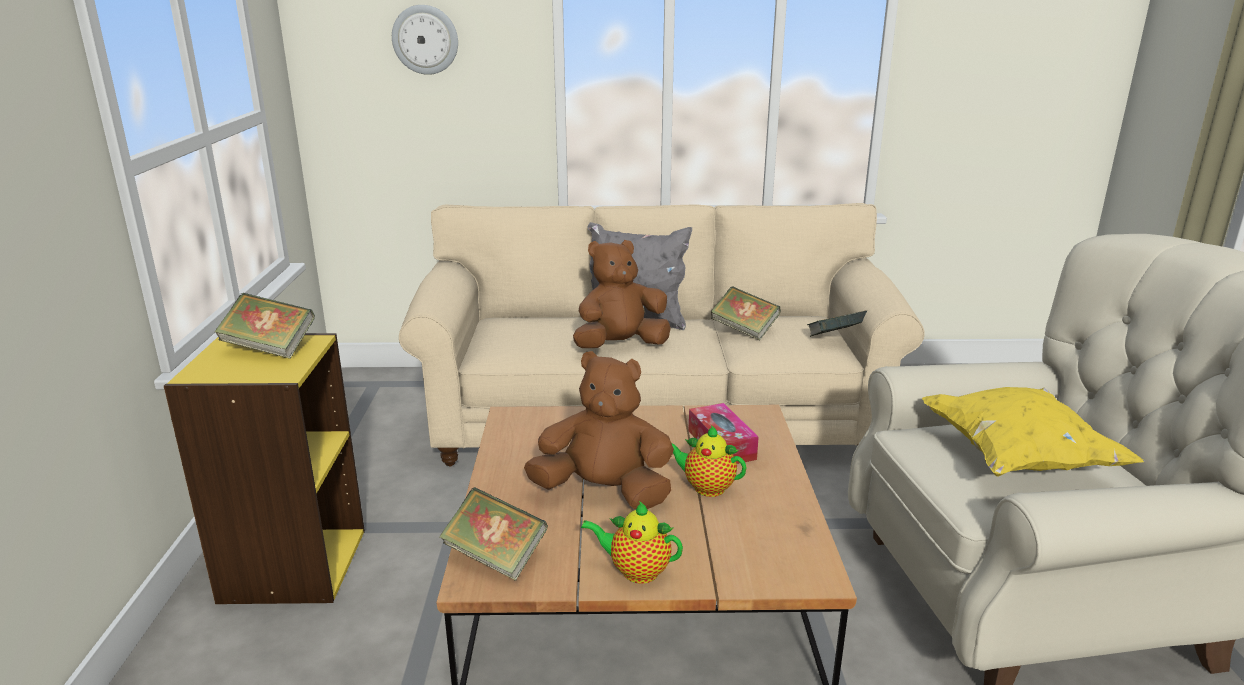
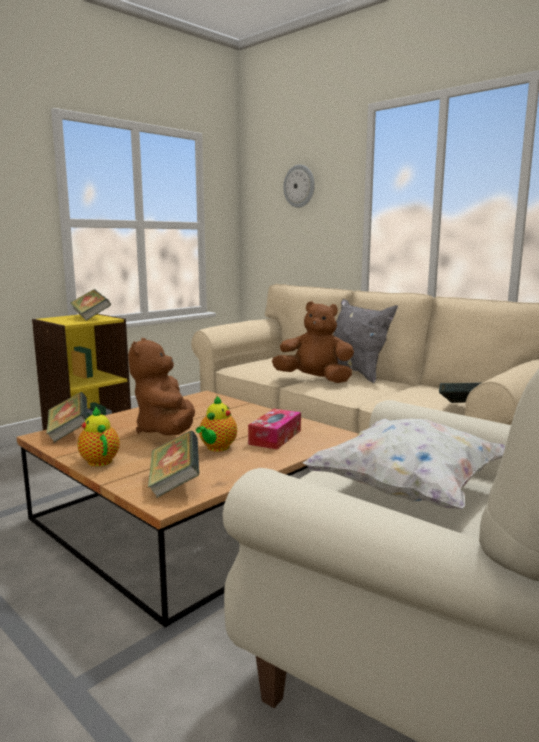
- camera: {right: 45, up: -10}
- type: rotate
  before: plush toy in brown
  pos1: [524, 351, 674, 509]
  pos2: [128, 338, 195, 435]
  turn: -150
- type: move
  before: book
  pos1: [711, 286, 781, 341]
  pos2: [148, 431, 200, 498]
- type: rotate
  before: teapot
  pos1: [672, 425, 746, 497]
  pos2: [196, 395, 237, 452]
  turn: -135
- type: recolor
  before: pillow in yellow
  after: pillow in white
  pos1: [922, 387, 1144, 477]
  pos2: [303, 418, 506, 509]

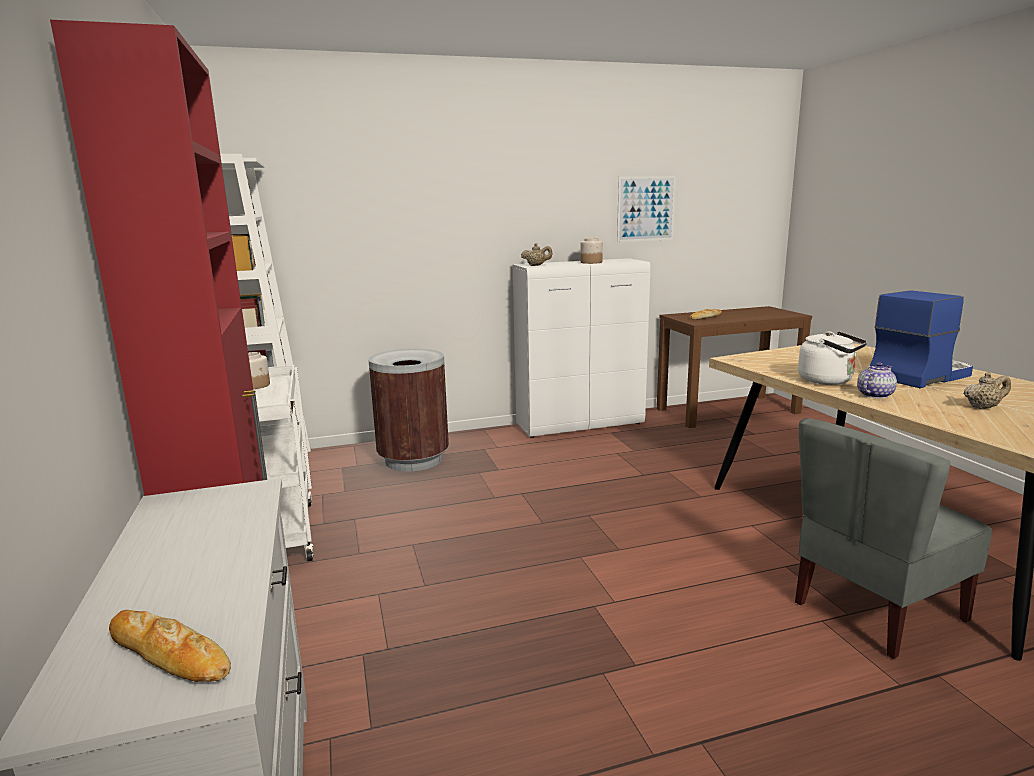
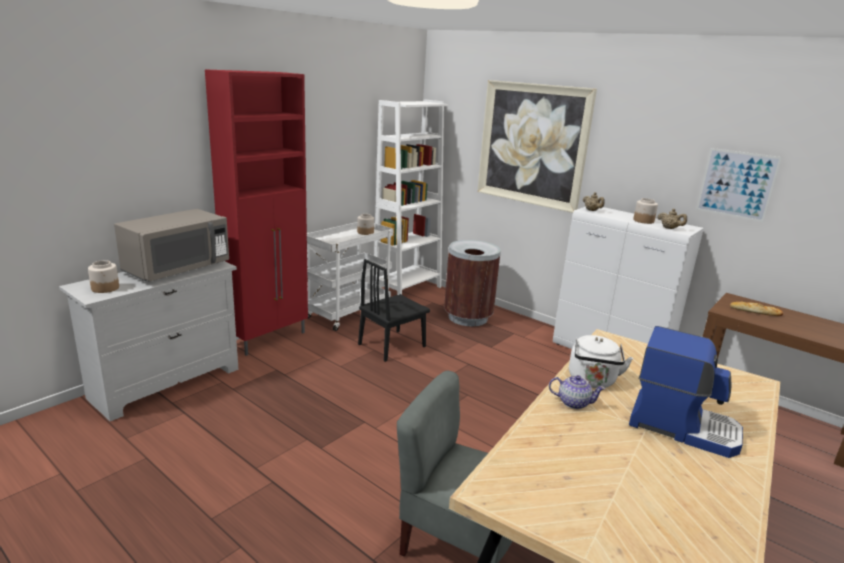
- camera: {right: 55, up: 5}
- type: replace
  before: bread
  after: jar
  pos1: [109, 610, 231, 682]
  pos2: [88, 260, 119, 293]
- type: insert
  after: microwave in grey
  pos2: [114, 209, 229, 282]
- type: insert
  after: chair in black
  pos2: [358, 259, 430, 362]
- type: insert
  after: picture
  pos2: [477, 80, 597, 213]
- type: move
  before: teapot in beige
  pos1: [964, 372, 1011, 409]
  pos2: [657, 209, 687, 229]

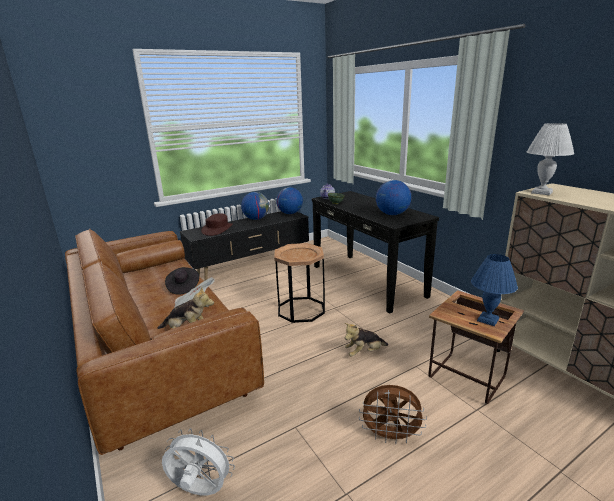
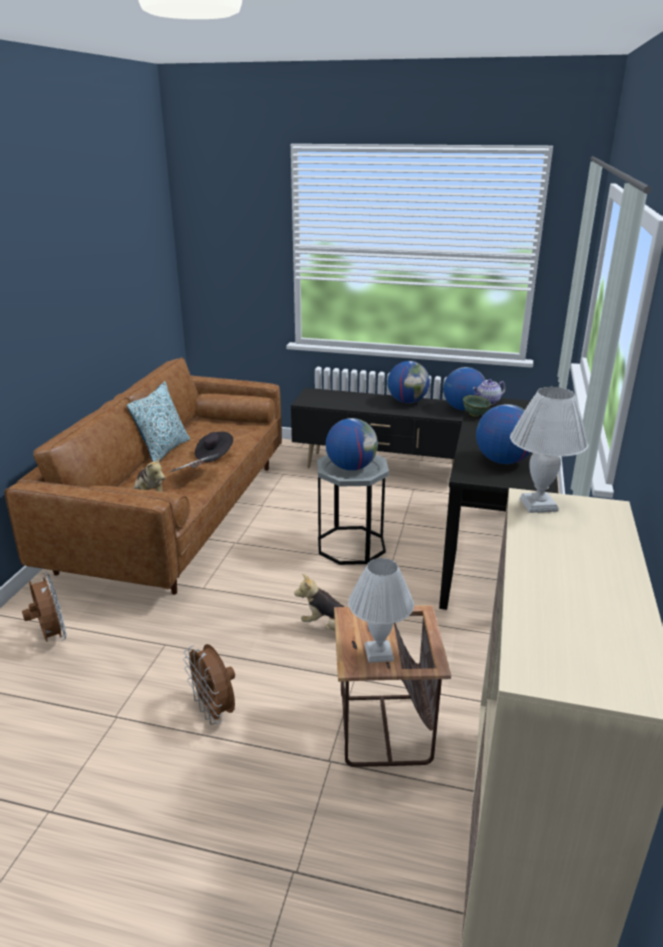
- camera: {right: 45, up: 5}
- type: recolor
  before: fan in white
  after: fan in brown
  pos1: [162, 428, 235, 495]
  pos2: [22, 572, 67, 642]
- type: insert
  after: pillow
  pos2: [127, 381, 190, 462]
- type: recolor
  before: side table in brown
  after: side table in grey
  pos1: [274, 243, 325, 323]
  pos2: [317, 455, 389, 565]
- type: insert
  after: globe
  pos2: [326, 418, 378, 471]
- type: recolor
  before: table lamp in blue
  after: table lamp in white
  pos1: [471, 254, 518, 326]
  pos2: [348, 558, 414, 663]
- type: delete
  before: hat in brown
  pos1: [201, 213, 233, 236]

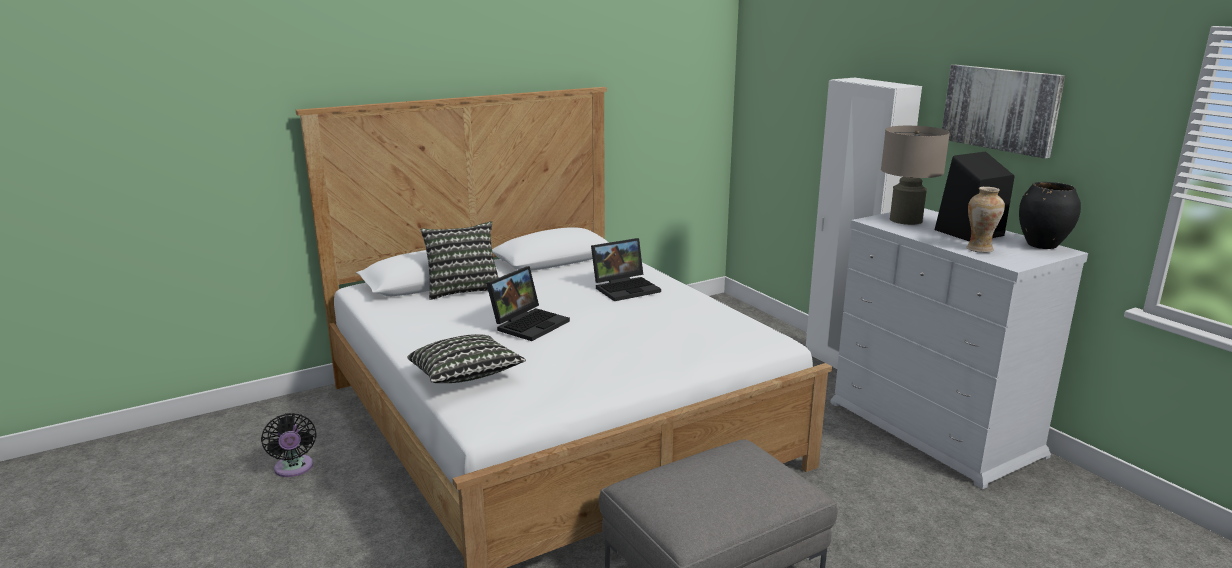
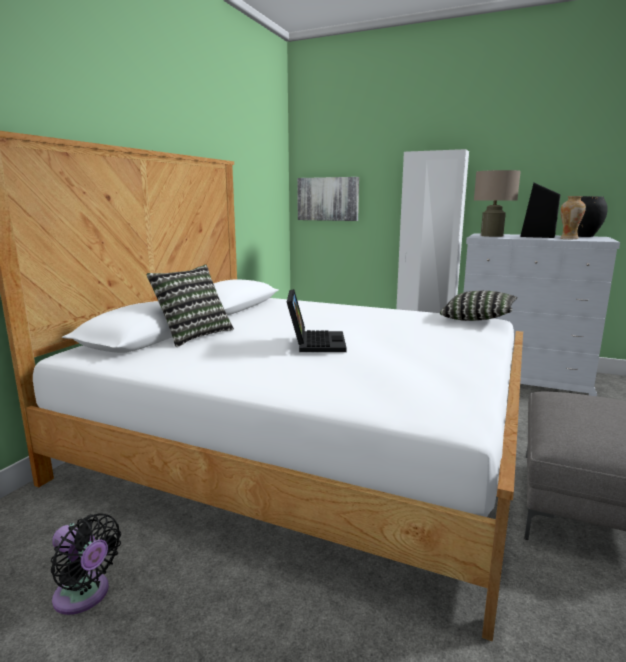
- camera: {right: -35, up: -5}
- type: move
  before: picture
  pos1: [942, 65, 1065, 159]
  pos2: [297, 177, 359, 221]
- type: move
  before: pillow
  pos1: [408, 334, 526, 383]
  pos2: [440, 291, 517, 321]
- type: delete
  before: laptop
  pos1: [591, 238, 661, 301]

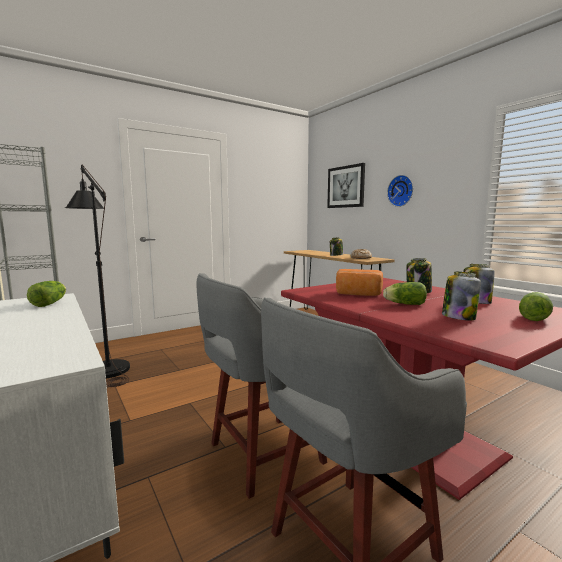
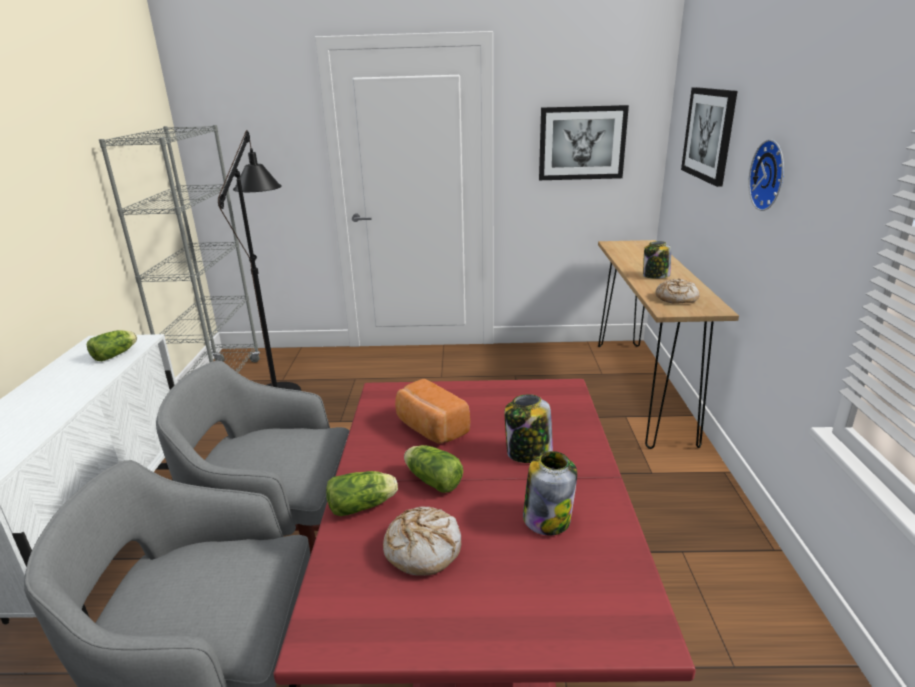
- camera: {right: 35, up: 15}
- type: move
  before: lettuce
  pos1: [519, 292, 553, 321]
  pos2: [326, 471, 398, 516]
- type: replace
  before: jar
  after: bread
  pos1: [442, 271, 481, 321]
  pos2: [383, 506, 461, 576]
- type: insert
  after: picture
  pos2: [539, 105, 629, 180]

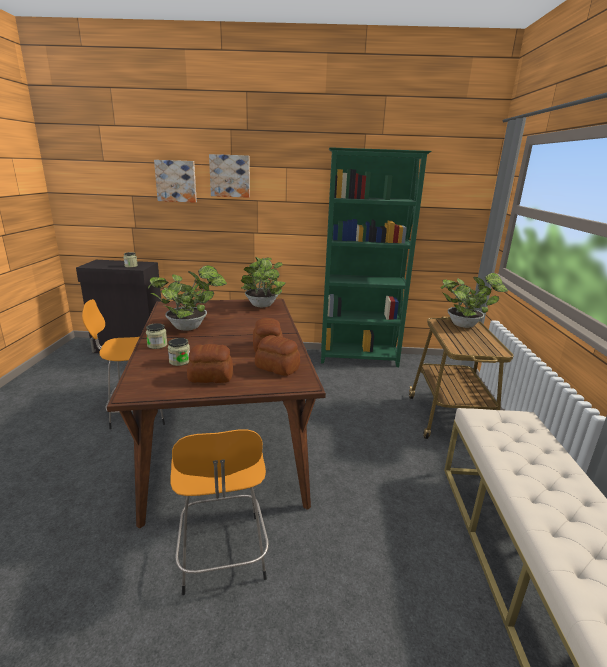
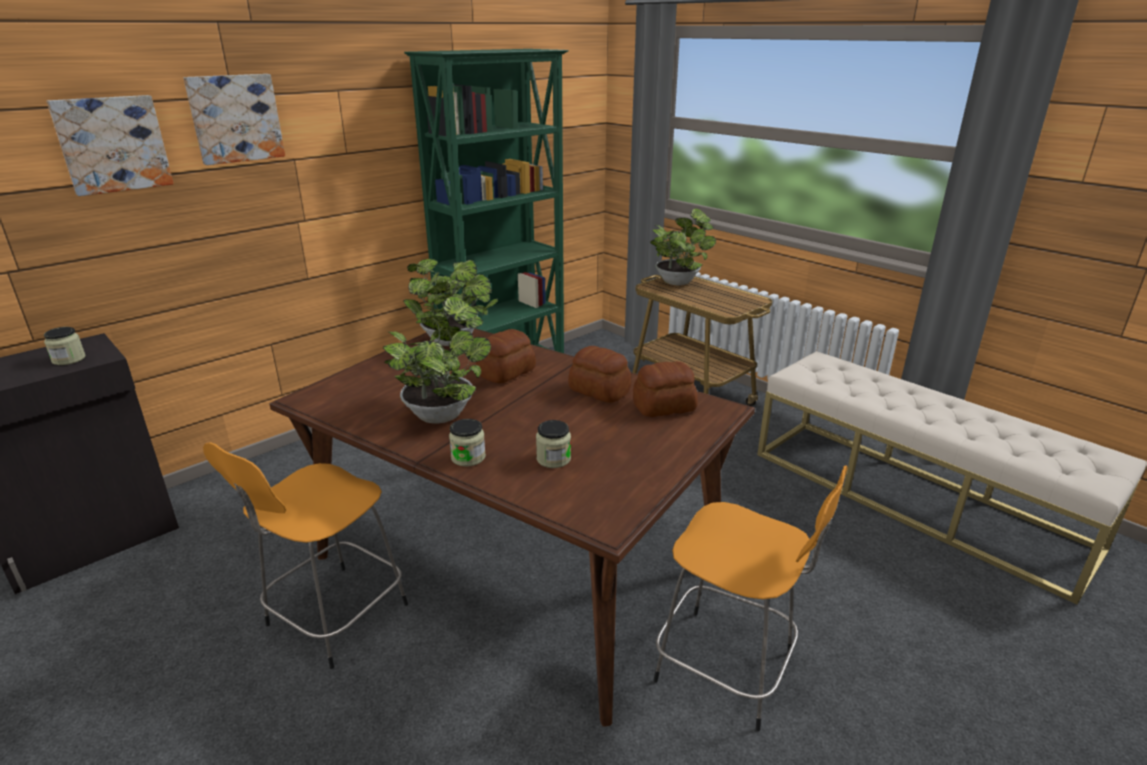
- camera: {right: -45, up: 5}
- type: move
  before: bread
  pos1: [187, 344, 233, 383]
  pos2: [476, 329, 536, 383]

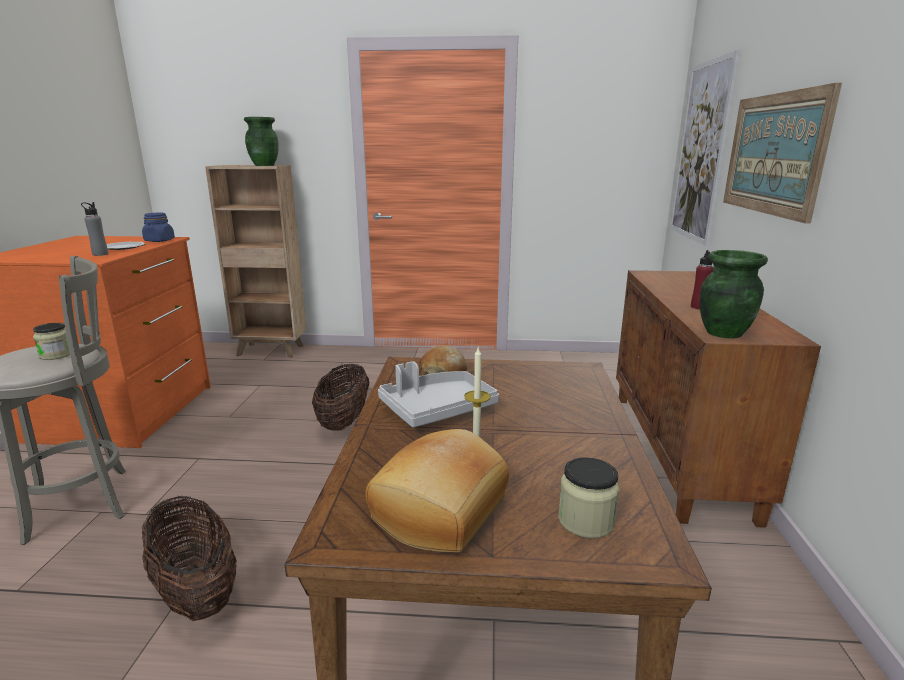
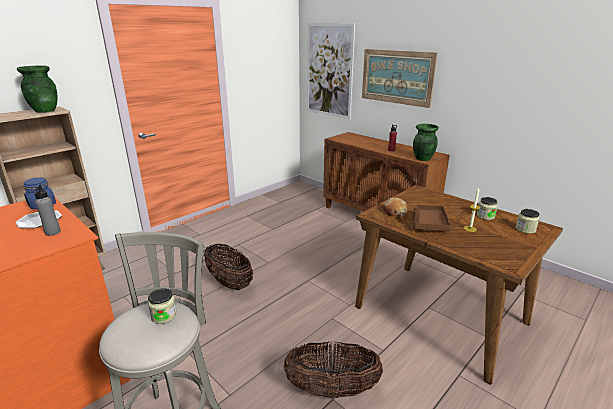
- camera: {right: -50, up: 5}
- type: recolor
  before: tray in grey
  after: tray in brown
  pos1: [378, 361, 499, 428]
  pos2: [412, 205, 451, 231]
- type: insert
  after: jar
  pos2: [477, 197, 498, 220]
- type: delete
  before: bread
  pos1: [365, 429, 509, 553]

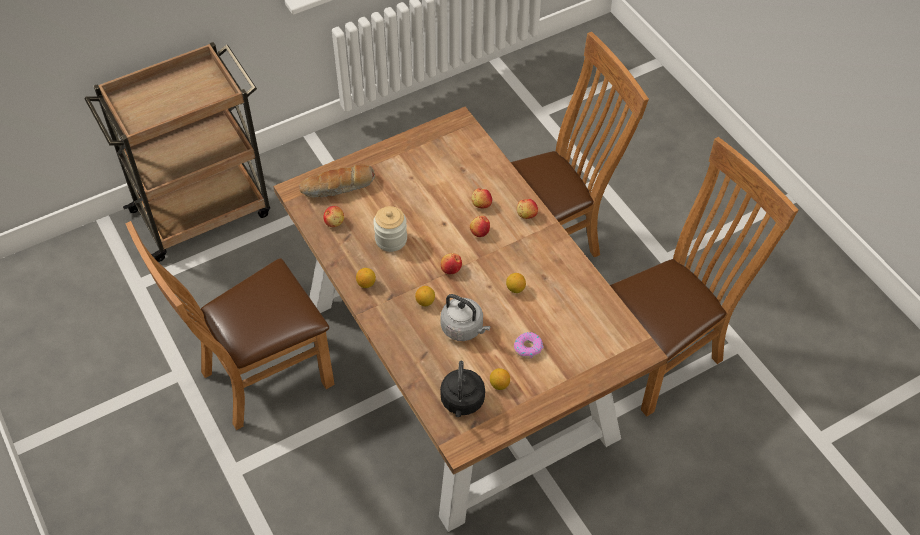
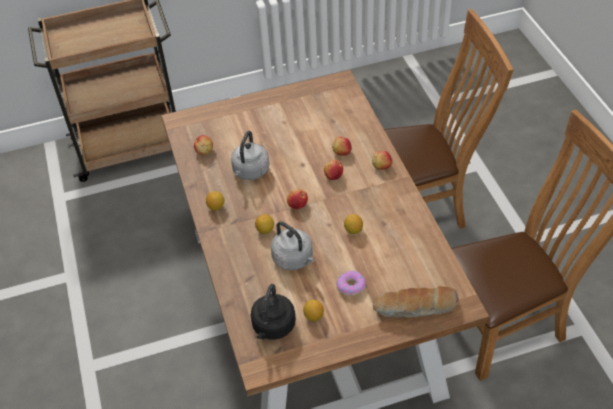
- camera: {right: 15, up: -5}
- type: replace
  before: jar
  after: kettle in grey
  pos1: [373, 206, 407, 252]
  pos2: [231, 131, 270, 180]
- type: move
  before: bread
  pos1: [299, 165, 375, 198]
  pos2: [373, 286, 459, 318]
- type: delete
  before: chair in brown
  pos1: [125, 221, 335, 430]

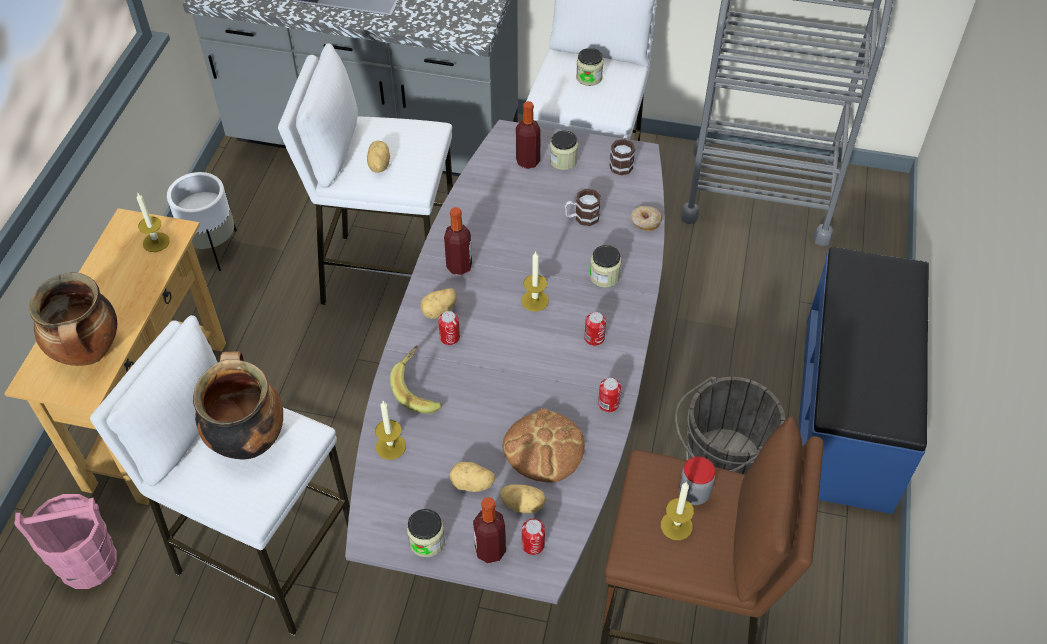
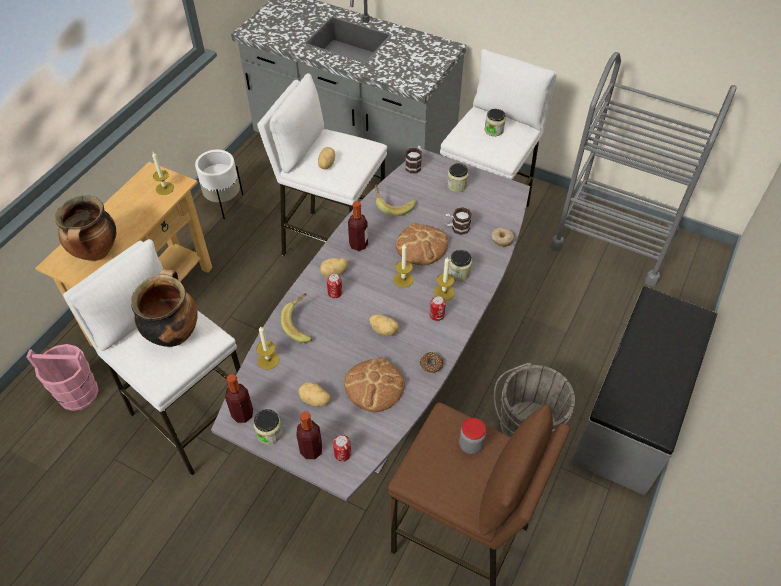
- camera: {right: 15, up: 0}
- type: move
  before: bottle
  pos1: [516, 101, 541, 169]
  pos2: [225, 374, 253, 423]
- type: move
  before: potato
  pos1: [500, 485, 546, 513]
  pos2: [369, 314, 399, 336]
- type: insert
  after: banana
  pos2: [375, 185, 416, 216]
- type: insert
  after: bread
  pos2: [396, 223, 448, 266]
- type: move
  before: mug
  pos1: [609, 135, 635, 175]
  pos2: [405, 146, 422, 173]
- type: replace
  before: can
  after: donut
  pos1: [598, 378, 621, 412]
  pos2: [420, 352, 443, 373]
- type: move
  before: candle
  pos1: [661, 482, 694, 540]
  pos2: [434, 256, 454, 301]
- type: recolor
  before: bench in blue
  after: bench in grey
  pos1: [798, 247, 929, 514]
  pos2: [571, 287, 717, 496]

